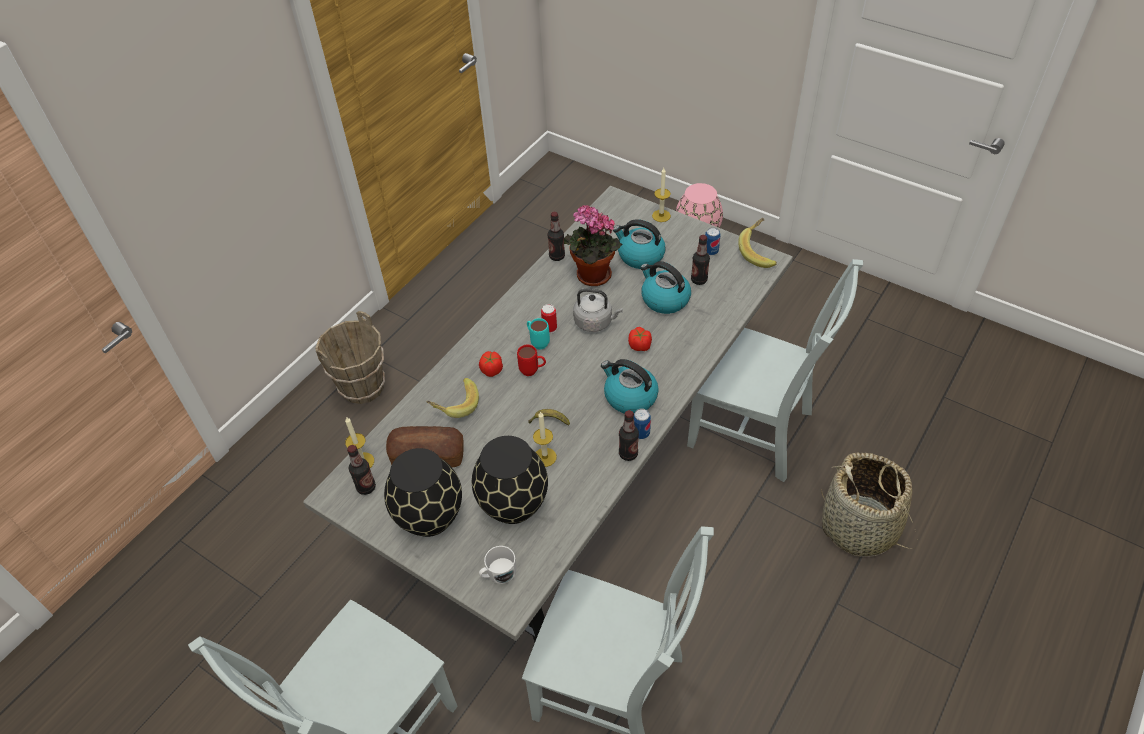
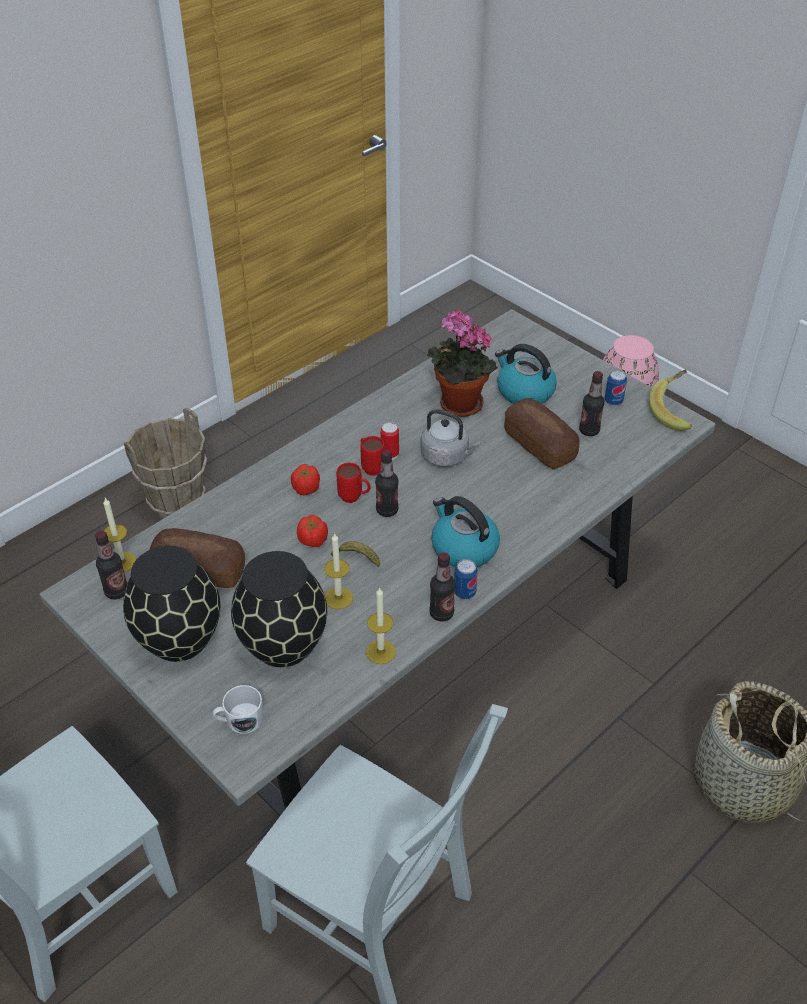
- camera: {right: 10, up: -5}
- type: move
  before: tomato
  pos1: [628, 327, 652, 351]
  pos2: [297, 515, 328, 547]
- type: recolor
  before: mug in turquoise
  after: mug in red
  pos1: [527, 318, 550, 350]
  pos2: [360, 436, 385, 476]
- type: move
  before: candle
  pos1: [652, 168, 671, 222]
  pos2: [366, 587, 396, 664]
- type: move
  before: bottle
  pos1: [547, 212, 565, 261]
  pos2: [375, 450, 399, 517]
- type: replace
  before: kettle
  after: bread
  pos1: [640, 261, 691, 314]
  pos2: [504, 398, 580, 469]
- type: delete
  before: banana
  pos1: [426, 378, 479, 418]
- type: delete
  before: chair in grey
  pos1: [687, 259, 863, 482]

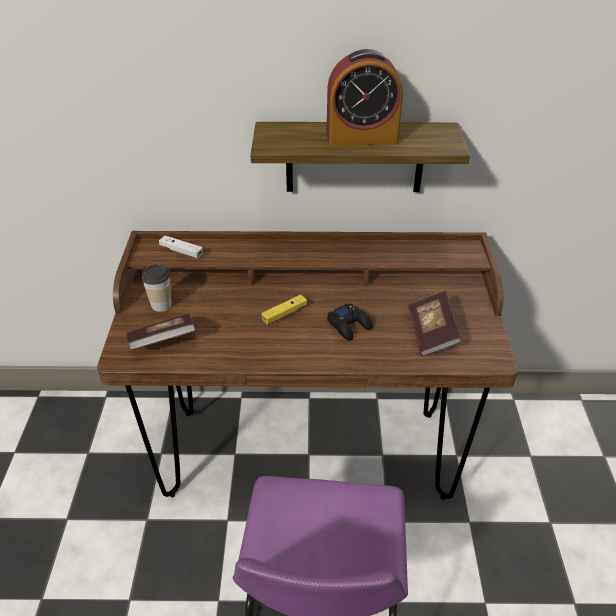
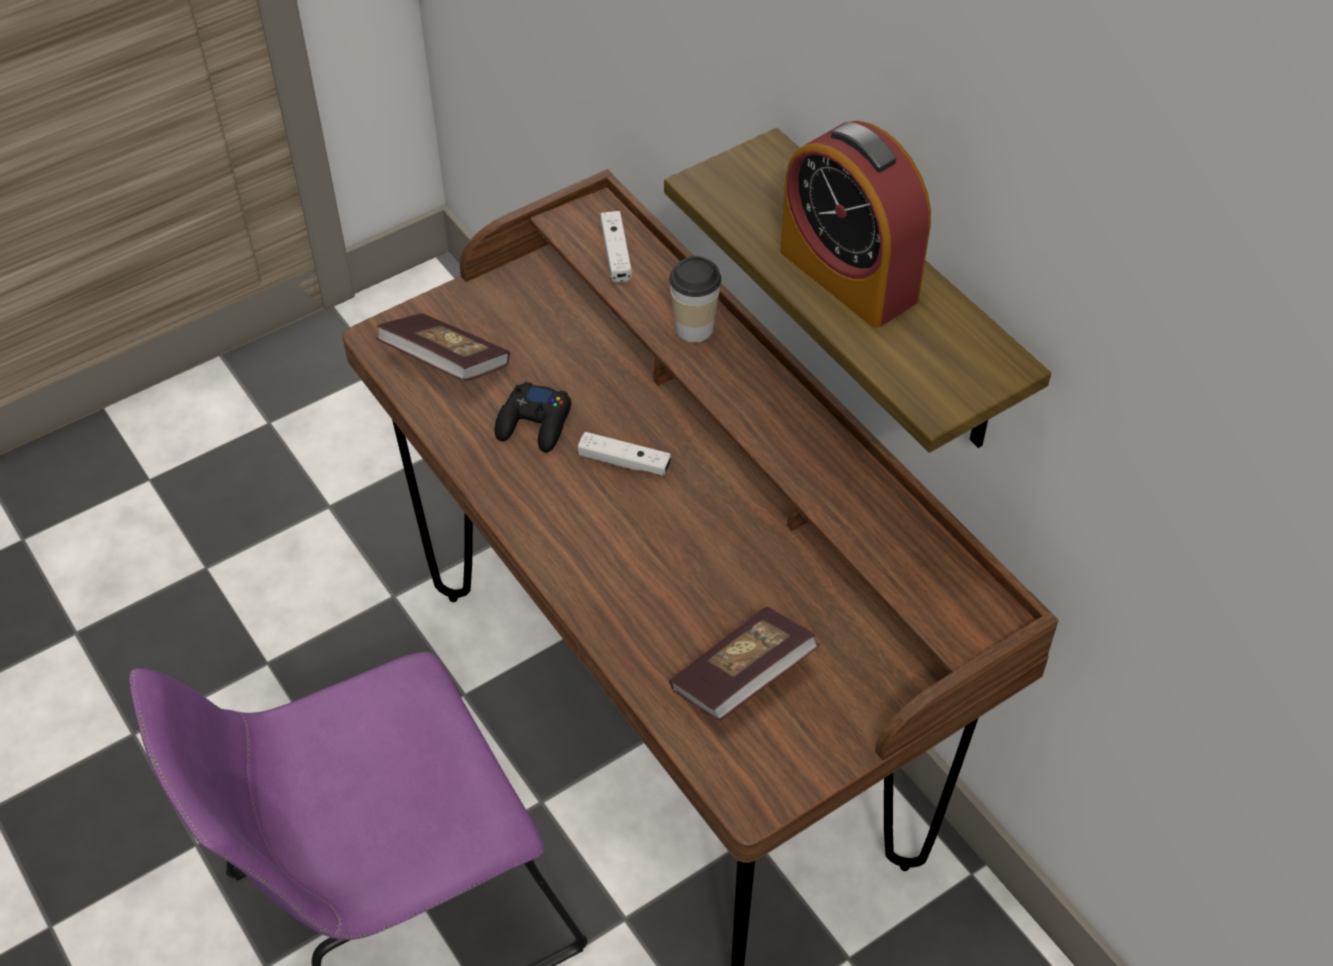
- camera: {right: 55, up: 10}
- type: move
  before: game controller in black
  pos1: [327, 304, 373, 341]
  pos2: [495, 381, 571, 453]
- type: recolor
  before: game controller in yellow
  after: game controller in white
  pos1: [261, 295, 307, 325]
  pos2: [577, 432, 671, 476]
- type: move
  before: cup
  pos1: [142, 265, 172, 312]
  pos2: [669, 256, 721, 343]

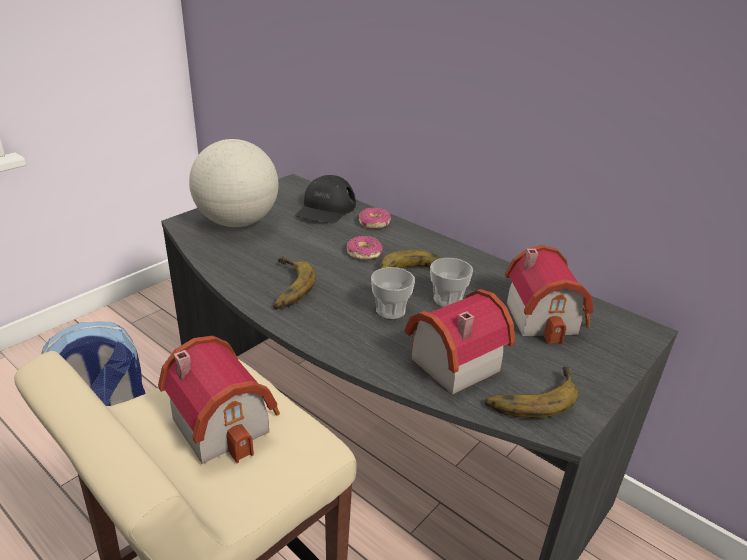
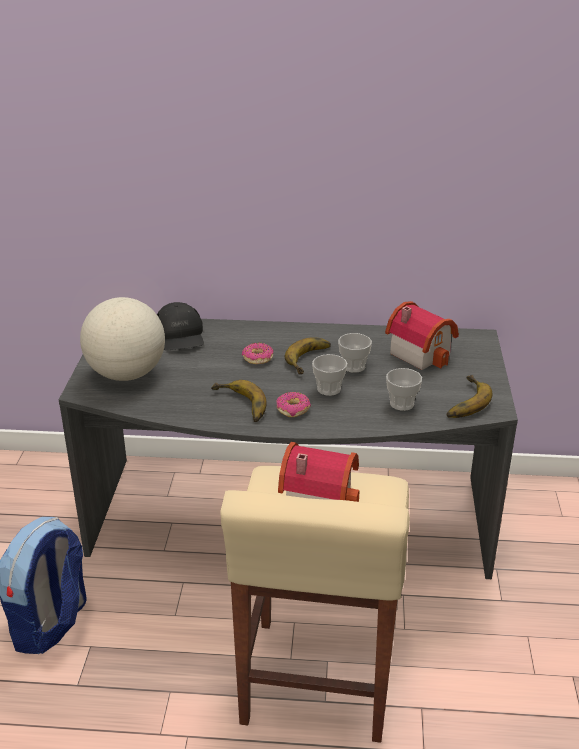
- camera: {right: -35, up: 0}
- type: move
  before: donut
  pos1: [358, 207, 391, 228]
  pos2: [276, 392, 311, 417]
- type: replace
  before: toy house
  after: cup
  pos1: [404, 289, 515, 395]
  pos2: [386, 368, 422, 411]

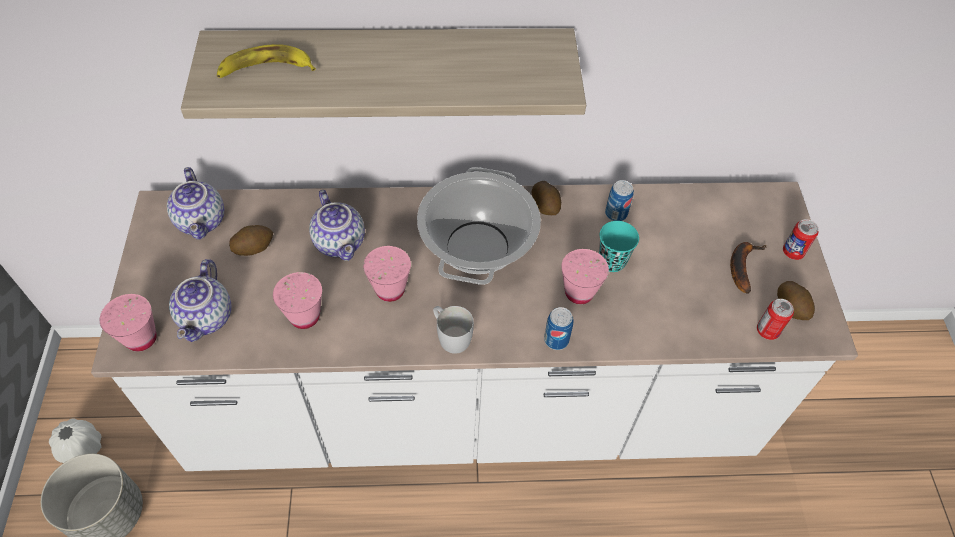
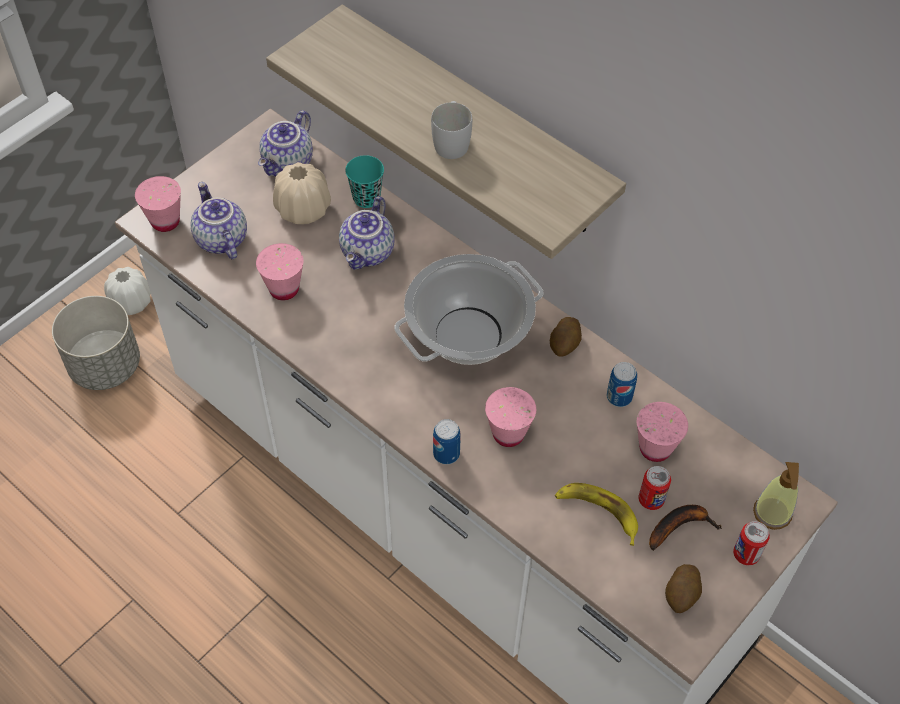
- camera: {right: 45, up: 0}
- type: rotate
  before: teapot
  pos1: [169, 259, 231, 342]
  pos2: [190, 182, 247, 260]
  turn: 105
- type: replace
  before: potato
  after: vase in beige
  pos1: [229, 225, 273, 256]
  pos2: [273, 162, 331, 224]
- type: move
  before: cup in turquoise
  pos1: [599, 221, 639, 272]
  pos2: [345, 155, 384, 208]
- type: move
  before: mug in white
  pos1: [433, 306, 474, 354]
  pos2: [431, 101, 472, 159]
- type: move
  before: banana
  pos1: [217, 44, 316, 78]
  pos2: [555, 483, 638, 546]
- type: move
  before: cup in pink
  pos1: [363, 246, 411, 302]
  pos2: [637, 402, 688, 462]
- type: move
  before: can
  pos1: [757, 299, 794, 340]
  pos2: [638, 466, 671, 510]
- type: insert
  after: soap dispenser
  pos2: [753, 462, 799, 530]

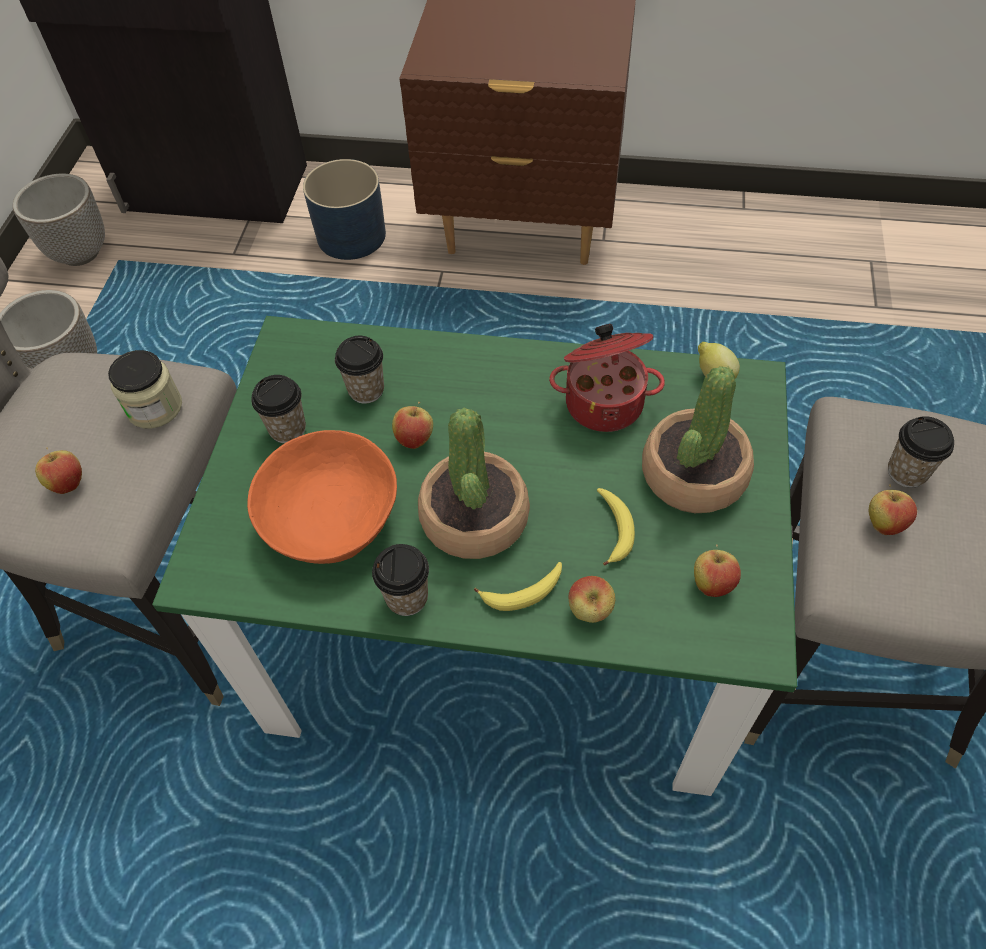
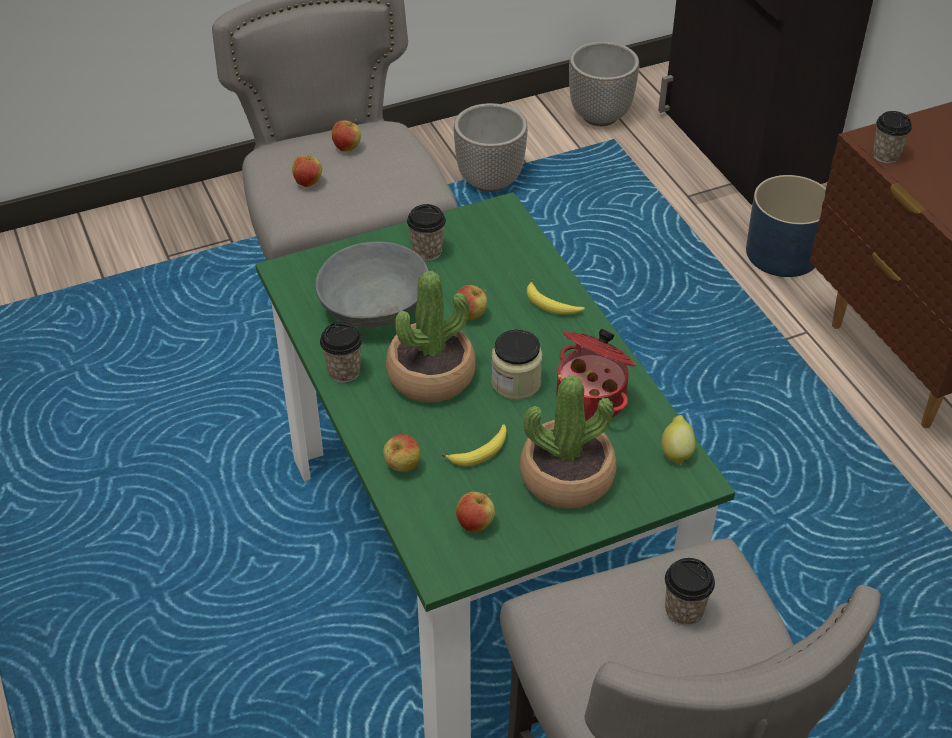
- camera: {right: 55, up: -10}
- type: recolor
  before: bowl in orange
  after: bowl in grey
  pos1: [247, 430, 397, 564]
  pos2: [315, 242, 428, 328]
- type: move
  before: apple
  pos1: [869, 485, 917, 535]
  pos2: [332, 119, 361, 152]
- type: move
  before: jar
  pos1: [108, 350, 182, 428]
  pos2: [491, 329, 543, 400]
- type: move
  before: banana
  pos1: [474, 562, 562, 611]
  pos2: [527, 279, 585, 314]
- type: move
  before: cup
  pos1: [335, 336, 384, 404]
  pos2: [873, 111, 912, 164]

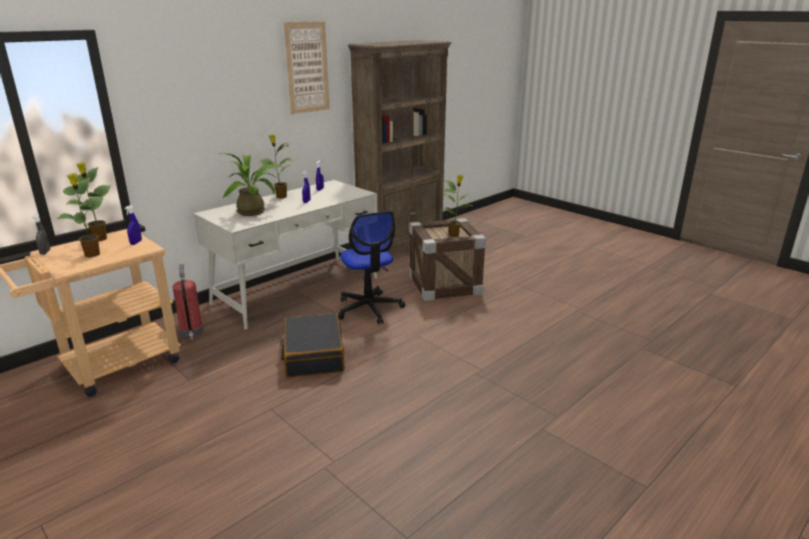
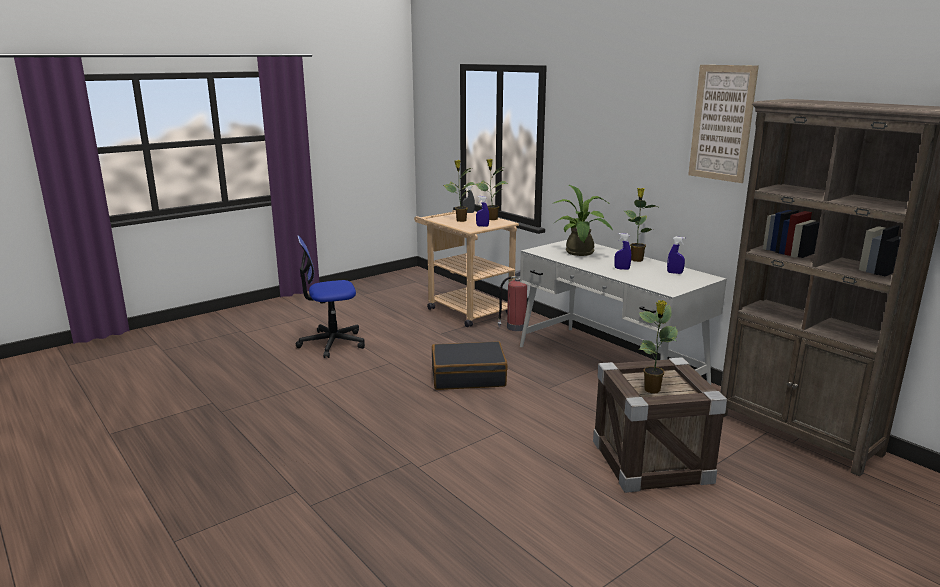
- camera: {right: 95, up: -5}
- type: move
  before: office chair
  pos1: [338, 211, 405, 324]
  pos2: [296, 235, 365, 358]

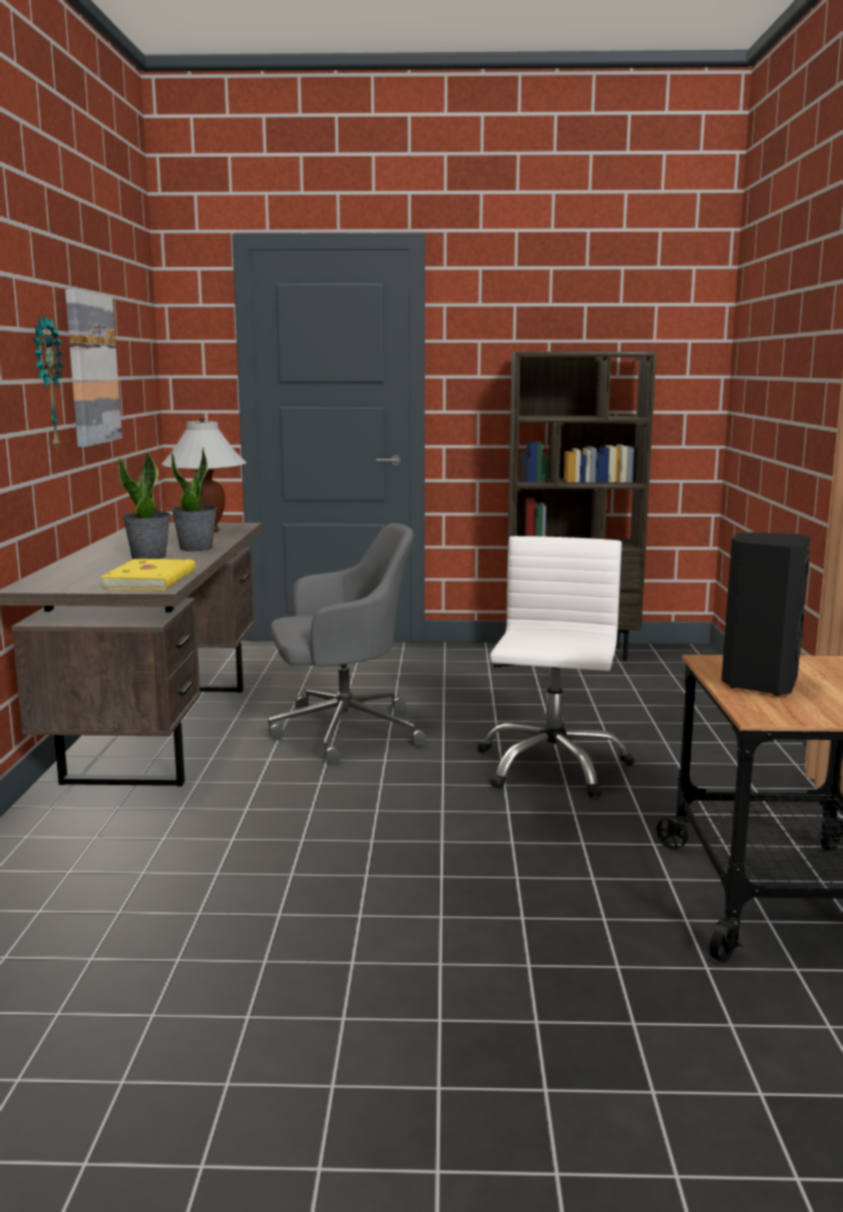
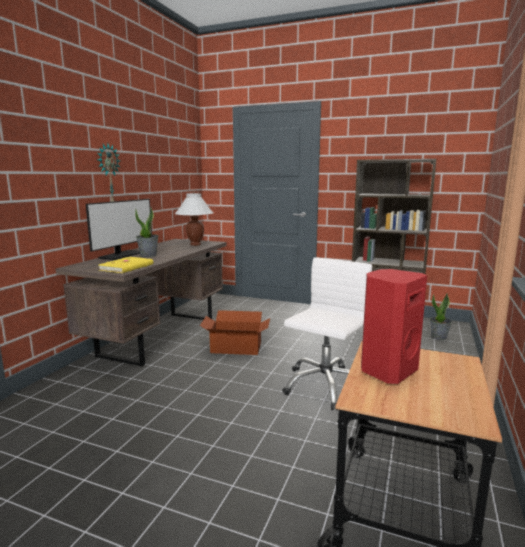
- camera: {right: 20, up: 0}
- type: insert
  after: monitor
  pos2: [86, 199, 152, 260]
- type: replace
  before: office chair in grey
  after: cardboard box
  pos1: [268, 523, 427, 764]
  pos2: [200, 310, 270, 355]
- type: recolor
  before: speaker in black
  after: speaker in red
  pos1: [721, 532, 810, 696]
  pos2: [361, 269, 427, 384]
- type: move
  before: potted plant
  pos1: [171, 448, 217, 551]
  pos2: [430, 293, 452, 340]
- type: delete
  before: picture
  pos1: [65, 289, 122, 447]

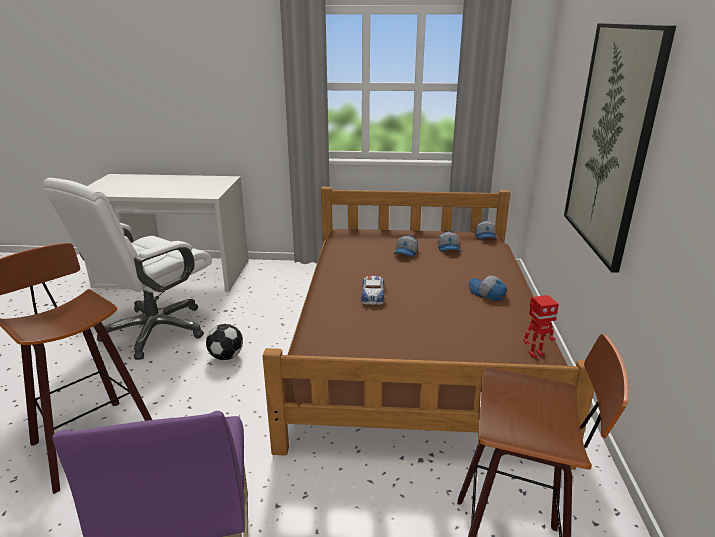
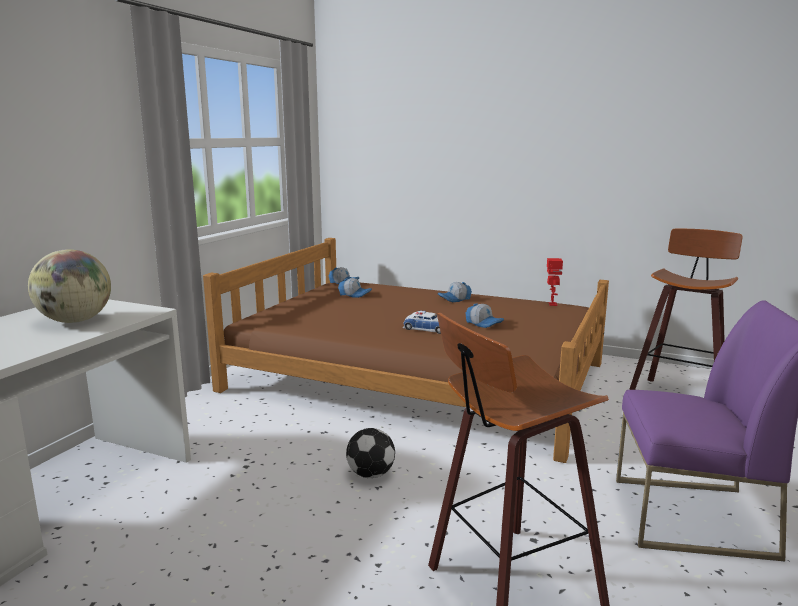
- camera: {right: -70, up: -10}
- type: insert
  after: globe
  pos2: [28, 249, 111, 323]
- type: move
  before: cap
  pos1: [394, 235, 418, 257]
  pos2: [466, 303, 504, 328]
- type: delete
  before: office chair in white
  pos1: [43, 178, 212, 360]
- type: delete
  before: picture
  pos1: [564, 23, 676, 273]

